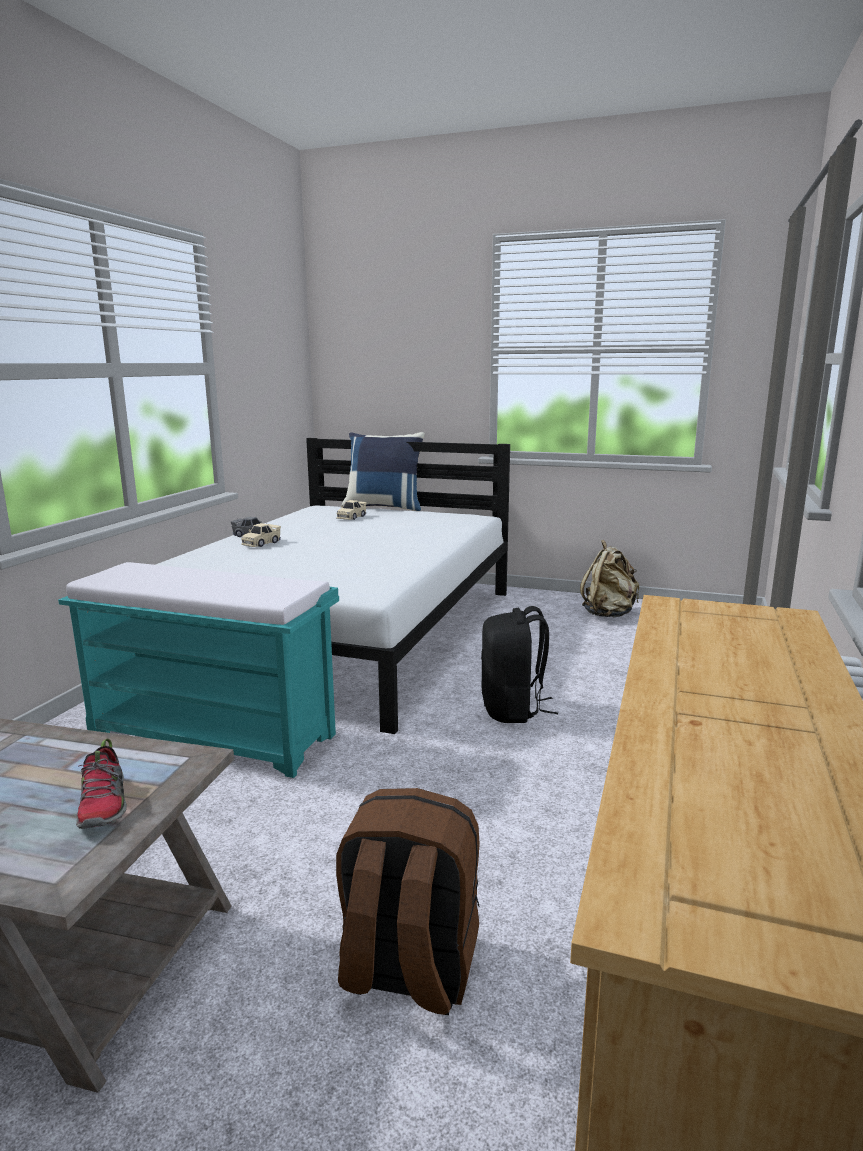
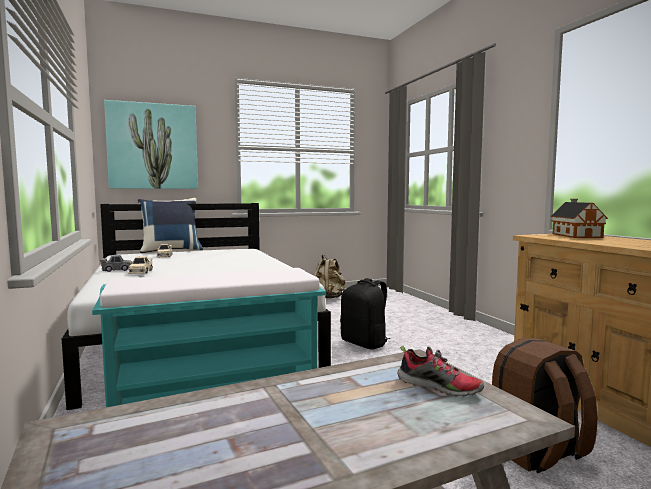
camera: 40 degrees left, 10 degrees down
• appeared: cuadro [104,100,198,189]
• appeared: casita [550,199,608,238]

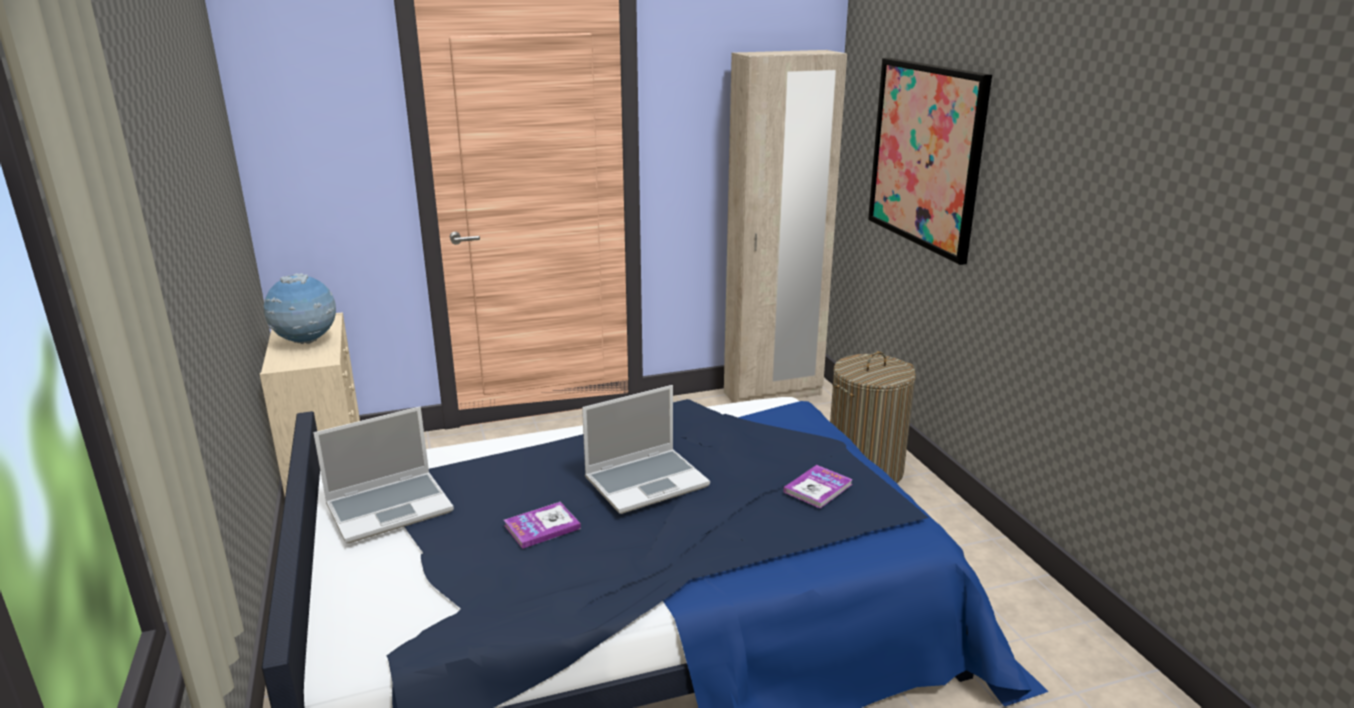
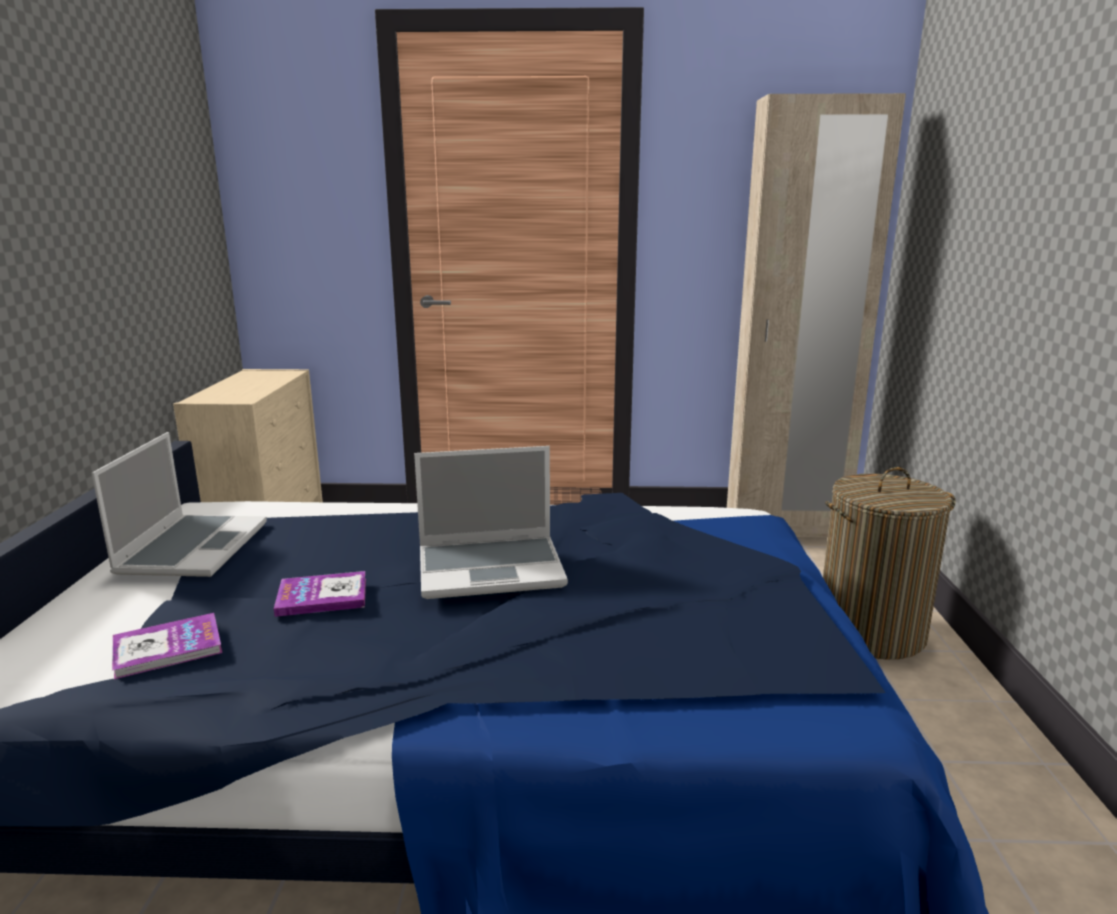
camera: 20 degrees right, 5 degrees down
• missing: globo terráqueo [264,273,336,344]
• spun: portátil [313,407,454,543] = [92,432,267,577] 75 degrees counterclockwise
• relocated: libro [784,465,853,508] to [112,613,222,679]
• missing: cuadro [868,58,992,265]

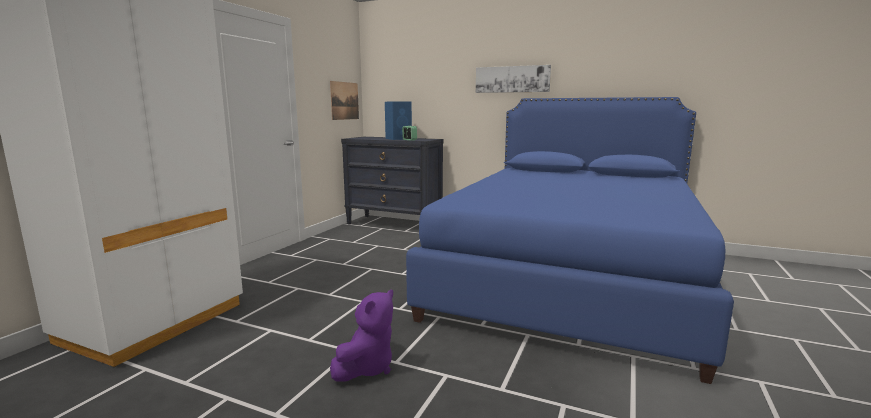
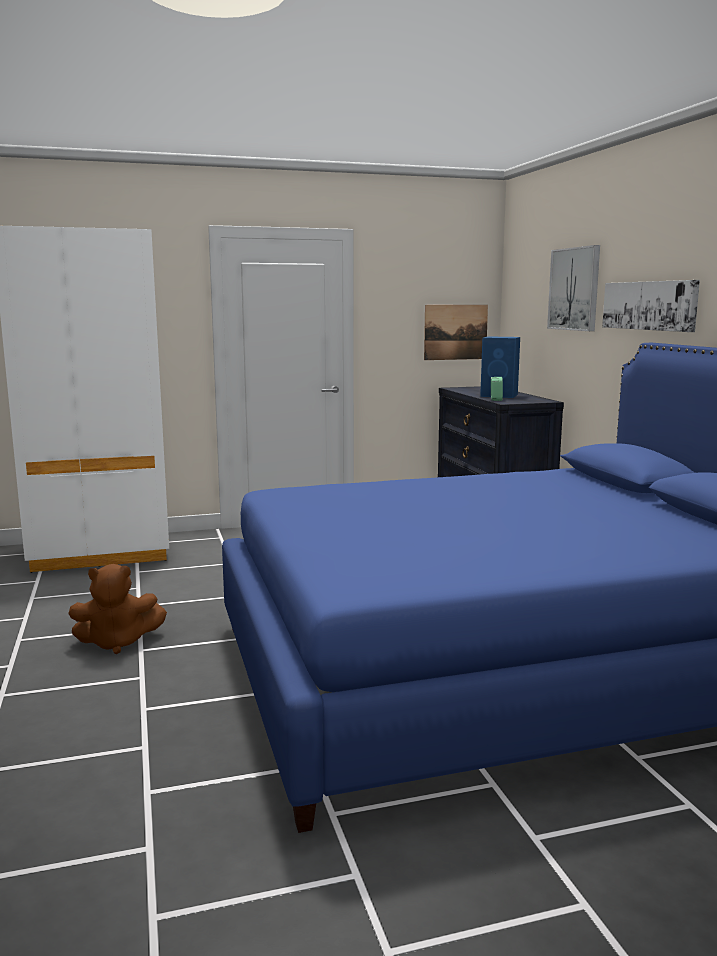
camera: 50 degrees right, 0 degrees up
• colour: peluche [morado] [330,289,393,382] to peluche [marrón] [68,564,167,654]
• appeared: cuadro [547,245,600,331]

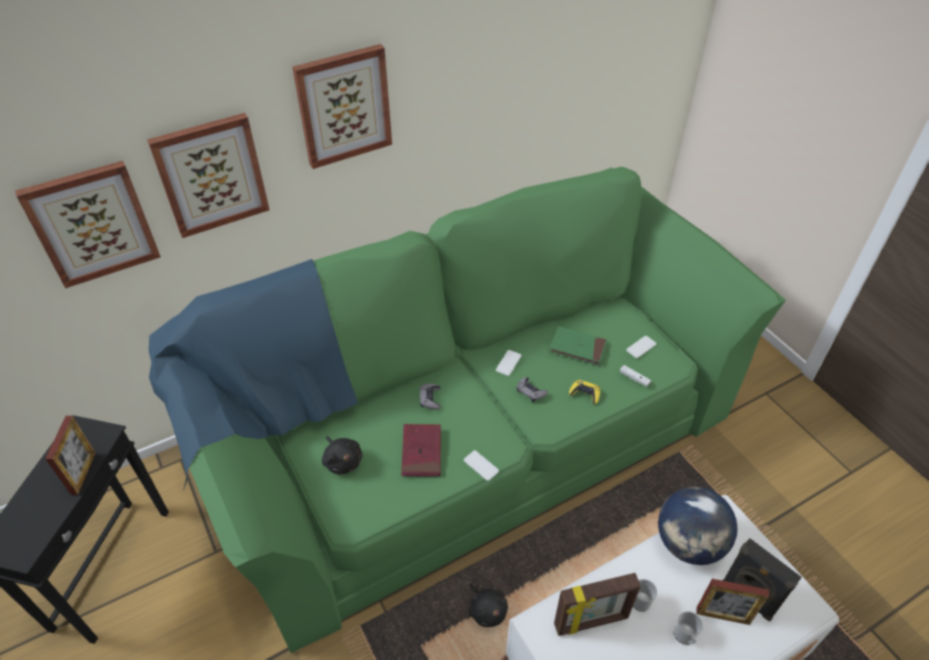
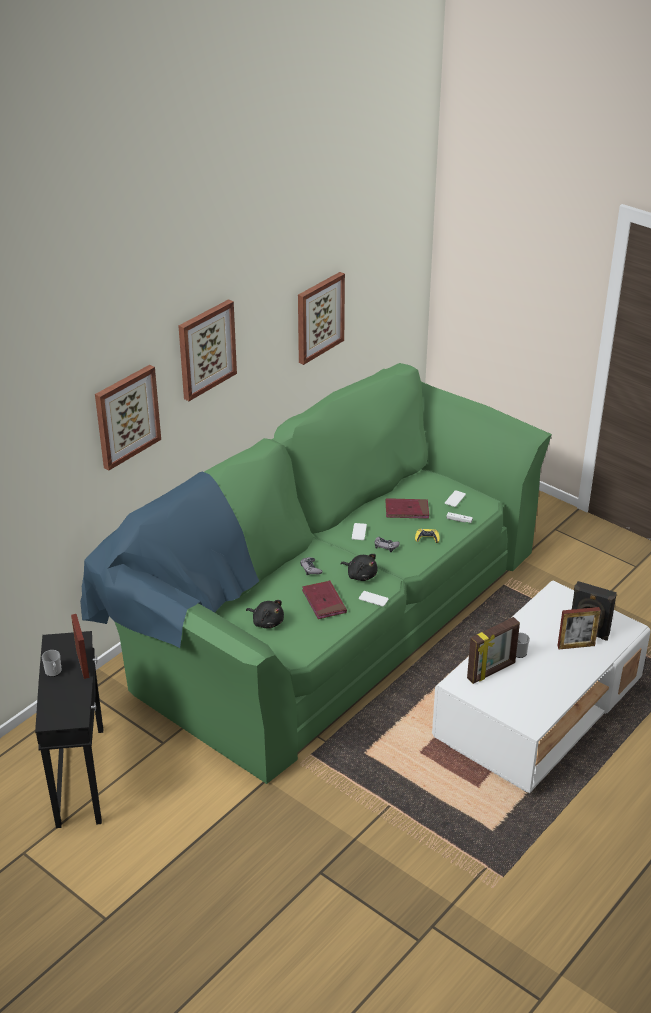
camera: 20 degrees left, 10 degrees down
• relocated: cuadro [15,161,161,288] to [298,272,345,365]
• relocated: peluche [negro] [469,584,508,627] to [341,554,378,581]
• colour: libro [verde] [549,326,607,366] to libro [rojo] [385,498,429,519]
• missing: globo terráqueo [658,487,737,565]
• relocated: taza grande [674,611,703,645] to [42,650,62,677]

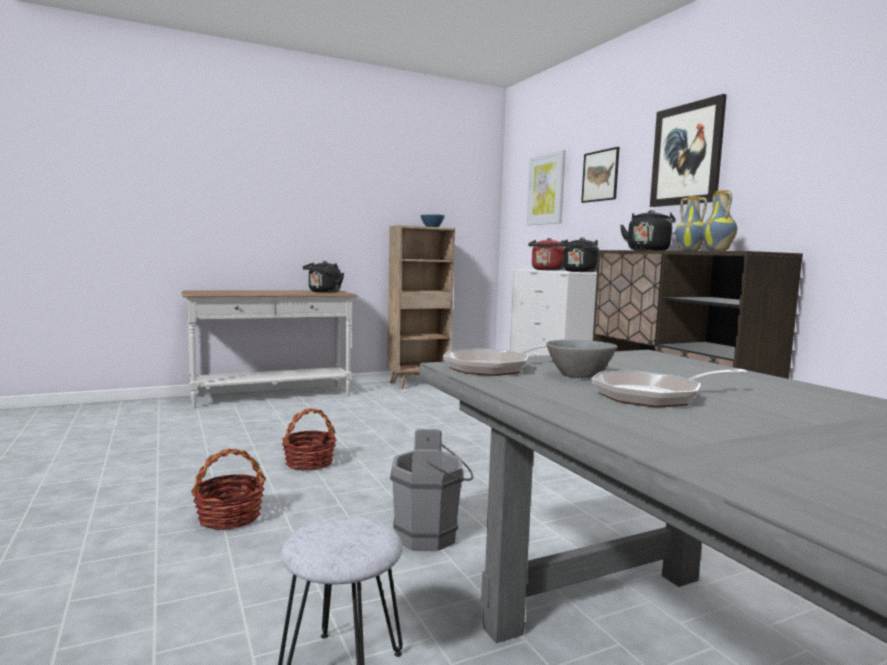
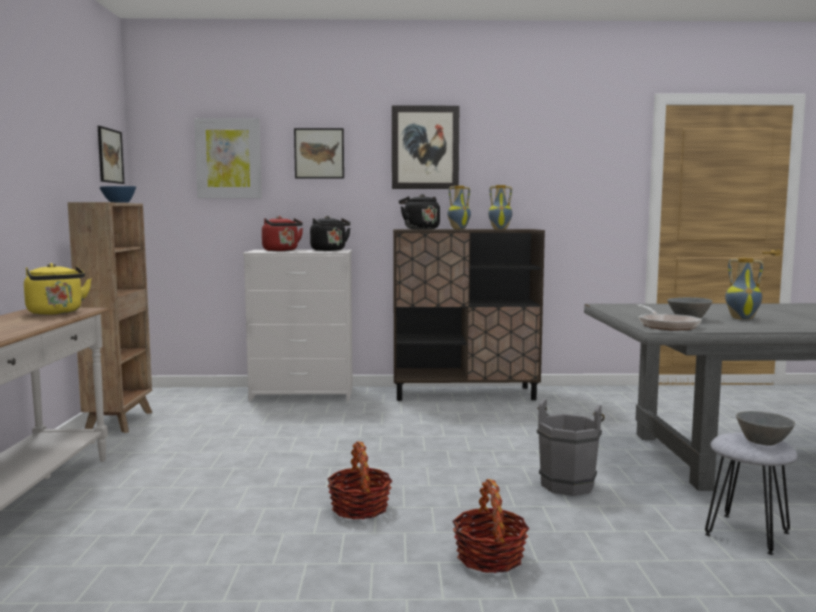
camera: 65 degrees left, 0 degrees up
• colour: hervidor [negro] [303,261,344,293] to hervidor [amarillo] [24,263,92,315]
• exchanged: sartén [591,369,748,408] to florero [725,258,764,320]
• appeared: cuadro [98,126,124,184]
• appeared: cuenco [gris] [736,411,795,446]

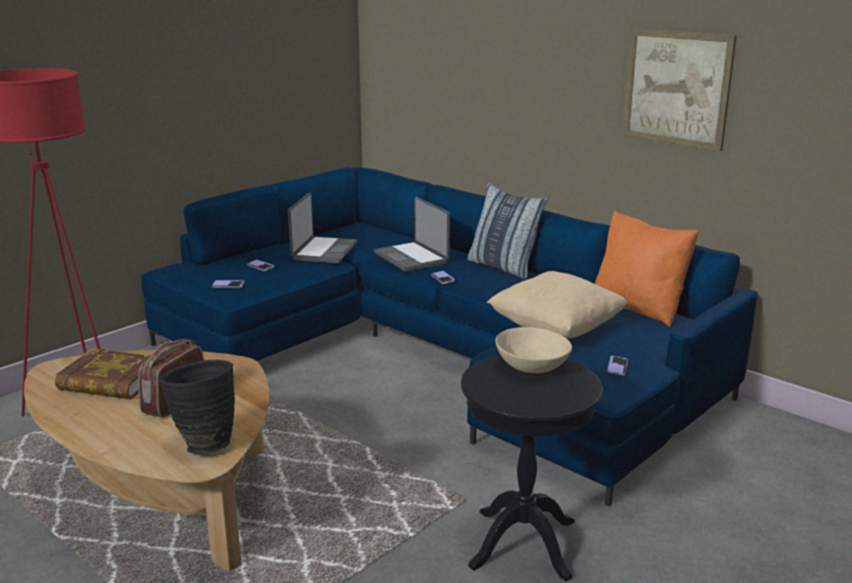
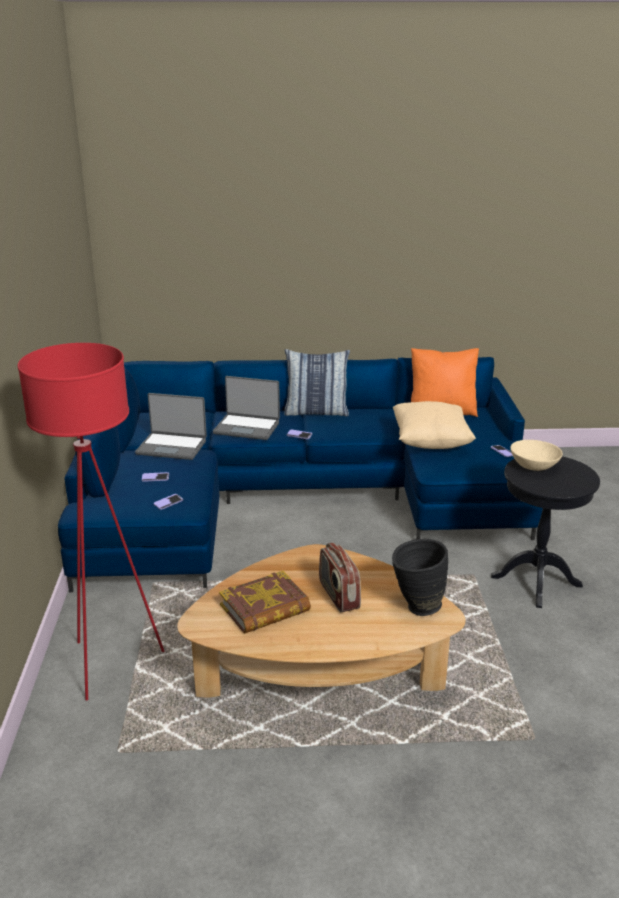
camera: 45 degrees left, 5 degrees up
• spun: portátil [288,192,357,263] = [135,393,207,460] 135 degrees clockwise
• missing: cuadro [623,28,737,151]

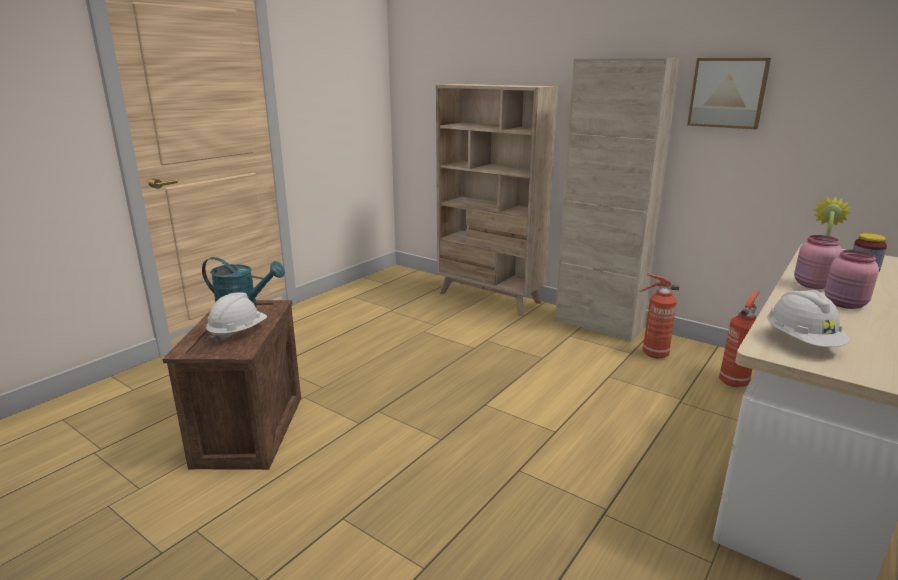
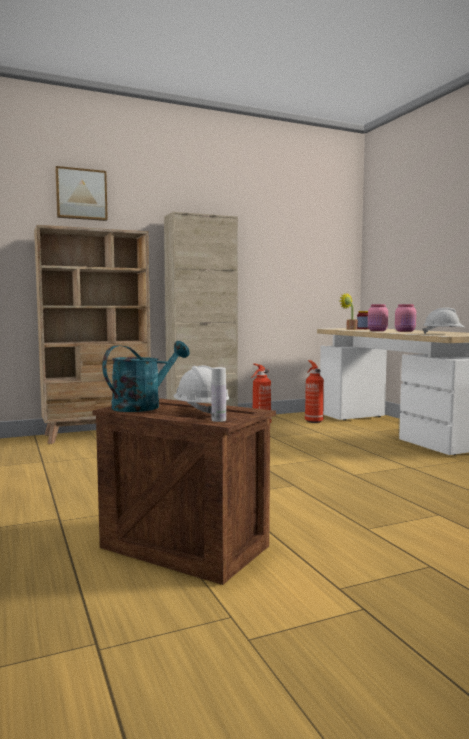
camera: 60 degrees left, 15 degrees down
• relocated: cuadro [687,58,771,129] to [55,166,108,221]
• appeared: botella [blanco] [211,367,226,422]

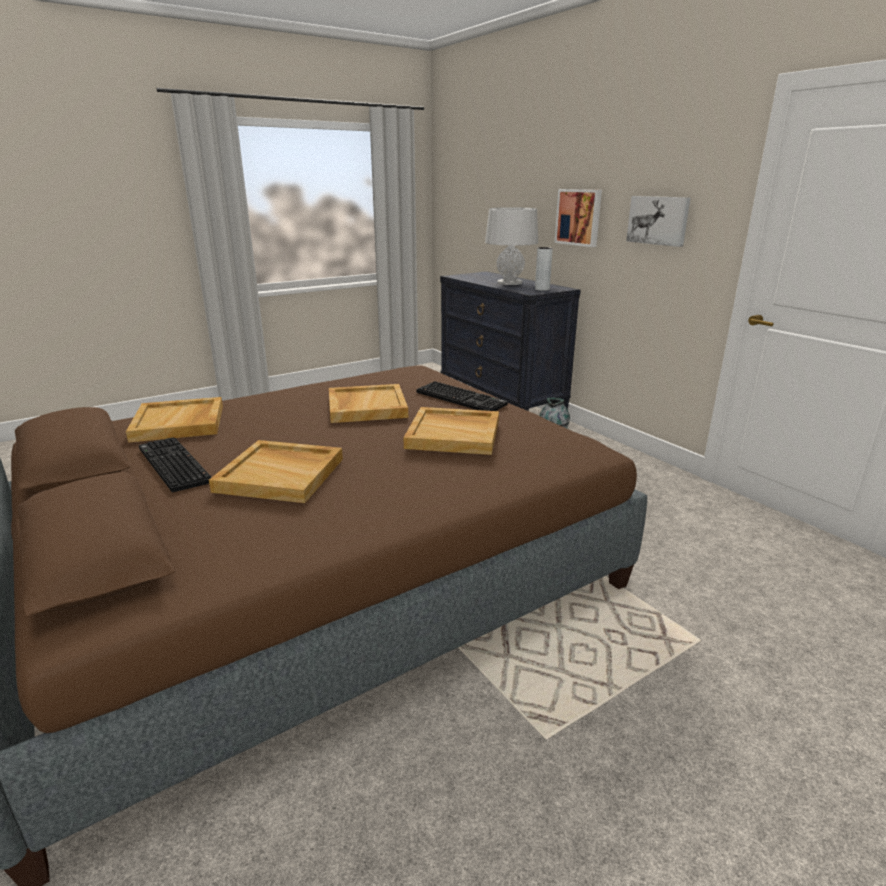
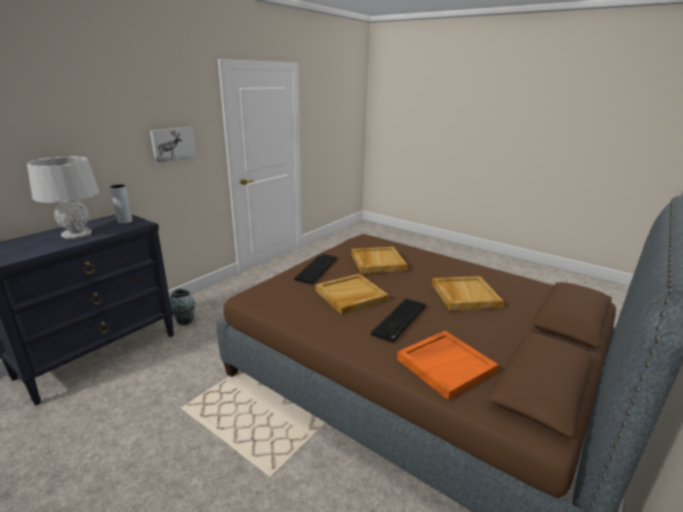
camera: 110 degrees left, 0 degrees up
• colour: bandeja [beis] [126,397,223,443] to bandeja [naranja] [397,331,498,400]
• relocated: teclado [139,437,212,492] to [371,299,426,342]
• missing: cuadro [554,189,602,247]

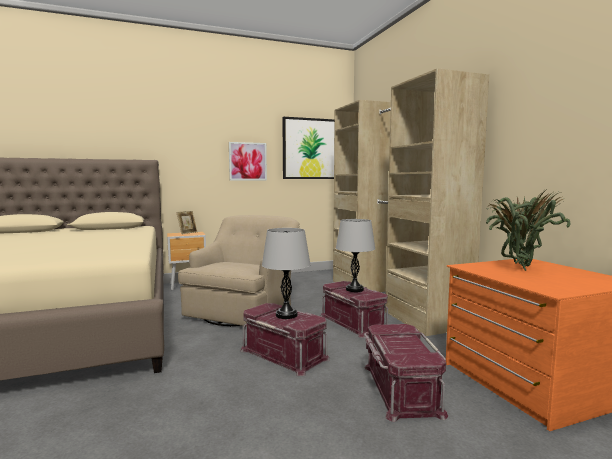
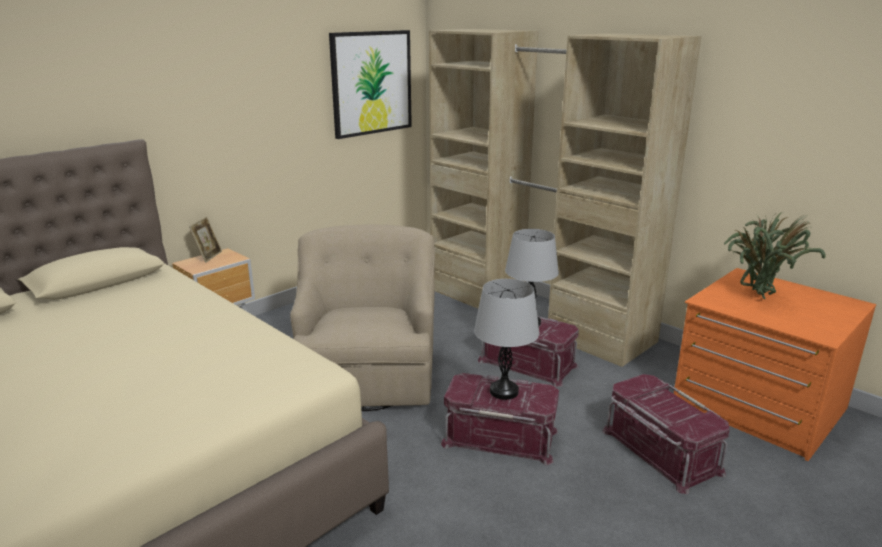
camera: 25 degrees left, 15 degrees up
• missing: cuadro [229,142,267,180]

